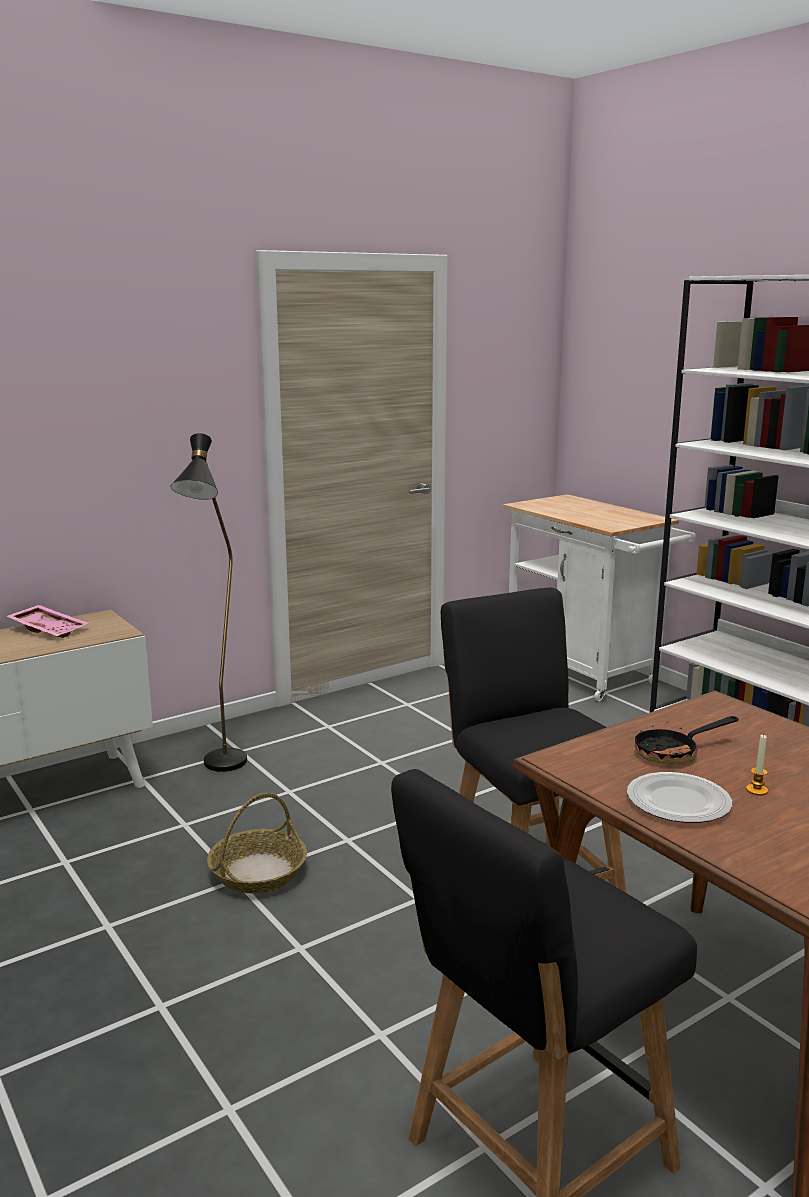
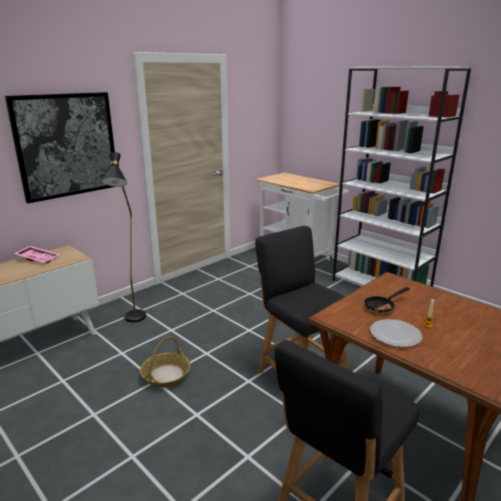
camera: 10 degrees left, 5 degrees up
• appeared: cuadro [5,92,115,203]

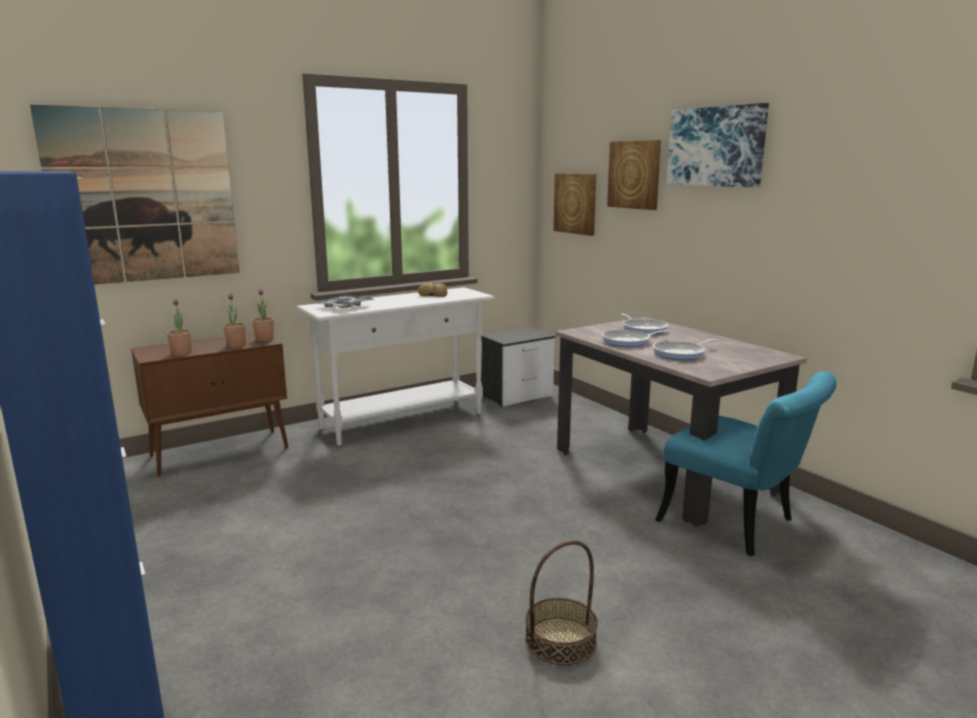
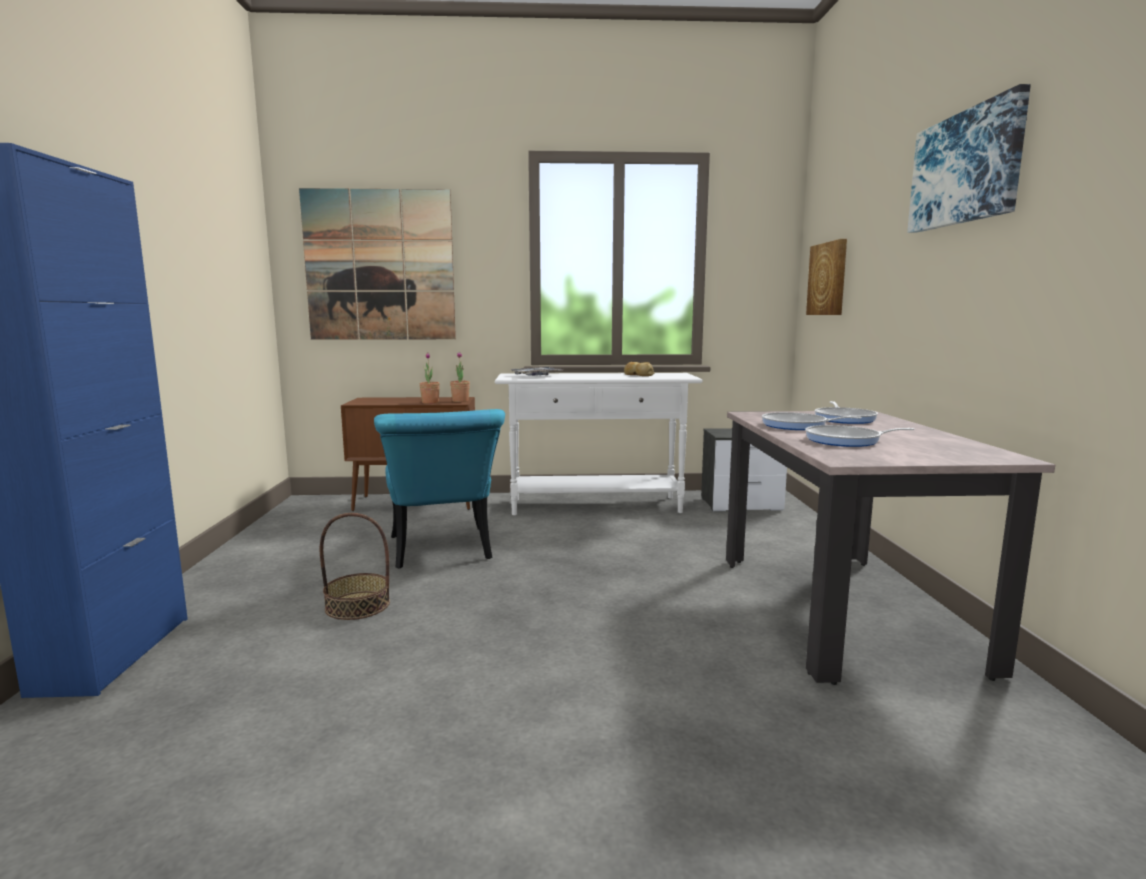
camera: 30 degrees right, 5 degrees down
• missing: planta en maceta [167,299,191,356]
• relocated: cesta [525,540,598,666] to [320,513,390,620]
• missing: cuadro [607,140,661,210]
• relocated: silla [turquesa] [655,371,837,556] to [374,409,505,569]

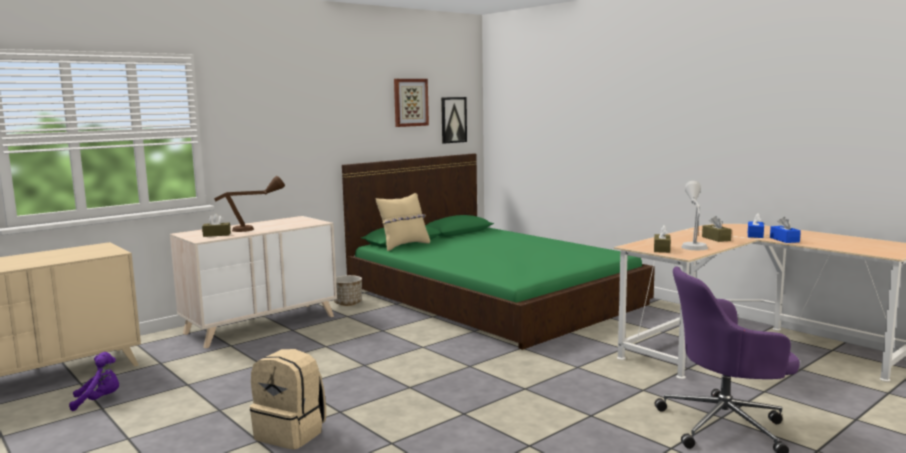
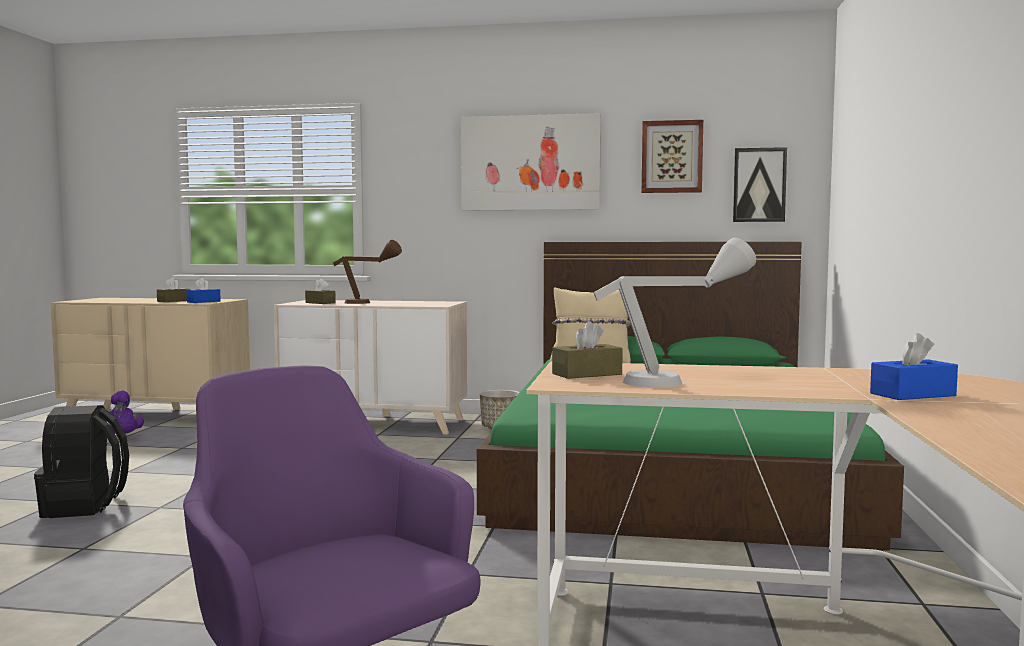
camera: 50 degrees right, 5 degrees down
• colour: mochila [beis] [250,349,326,450] to mochila [negro] [34,405,129,518]
• relocated: caja de pañuelos [marrón] [702,216,732,242] to [157,277,190,302]
• relocated: caja de pañuelos [azul] [770,217,801,243] to [186,278,221,303]
• appeared: cuadro [461,113,601,210]

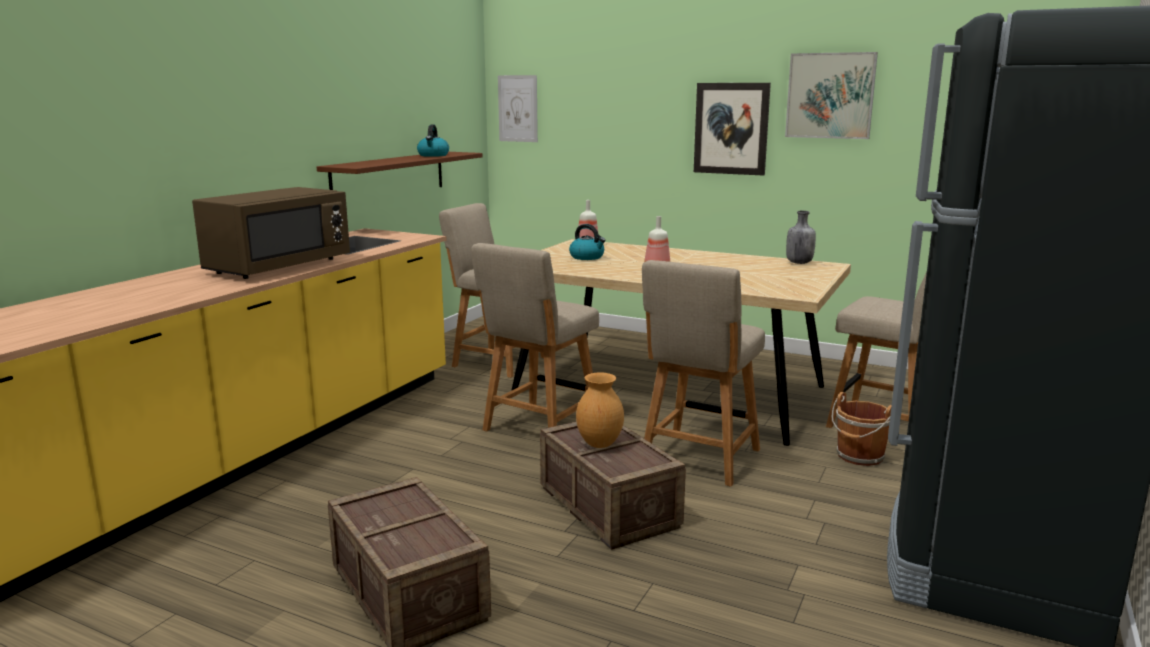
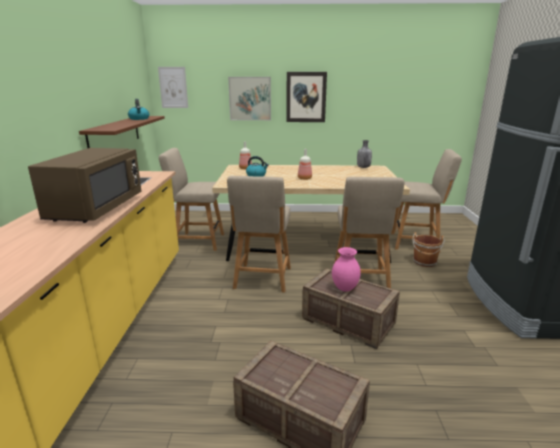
camera: 25 degrees left, 5 degrees up
• colour: florero [marrón] [576,372,624,448] to florero [rosa] [332,247,361,291]
• relocated: cuadro [785,52,878,139] to [228,77,271,120]

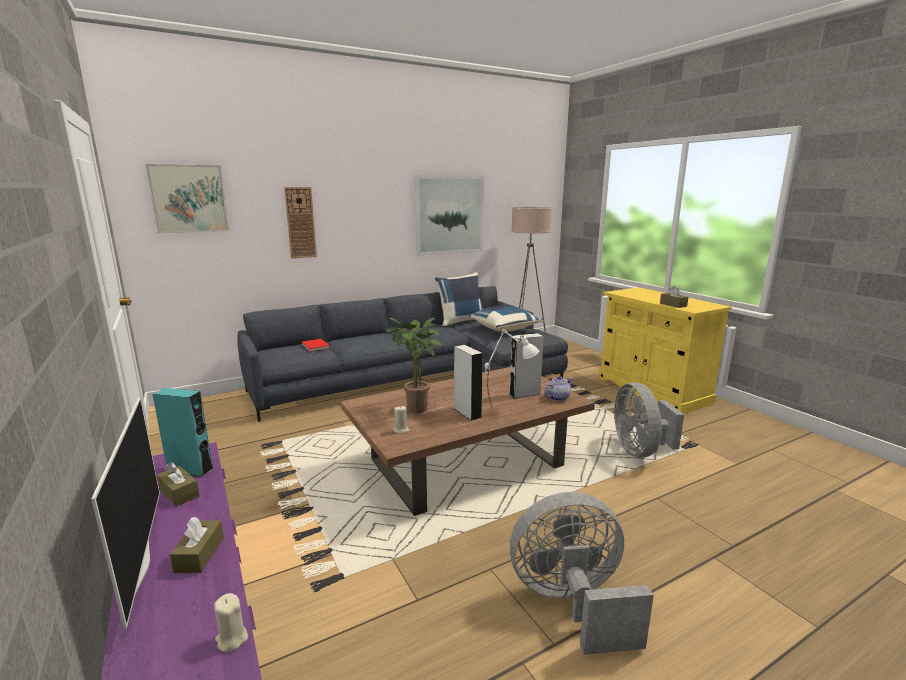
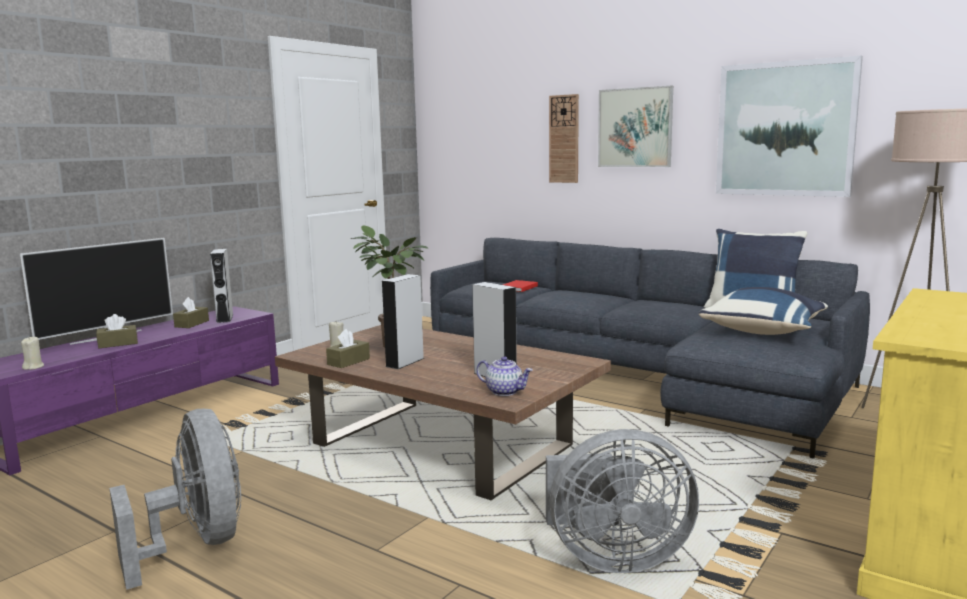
camera: 65 degrees right, 5 degrees down
• relocated: cuadro [146,164,229,234] to [598,86,673,167]
• colour: altavoz [turquesa] [152,388,214,477] to altavoz [gris] [210,249,233,323]
• missing: lámpara de mesa [blanco] [485,329,539,409]
• spun: ventilador [gris] [614,382,684,458] = [546,429,699,573] 150 degrees counterclockwise
• relocated: caja de pañuelos [marrón] [660,286,688,308] to [326,329,370,368]

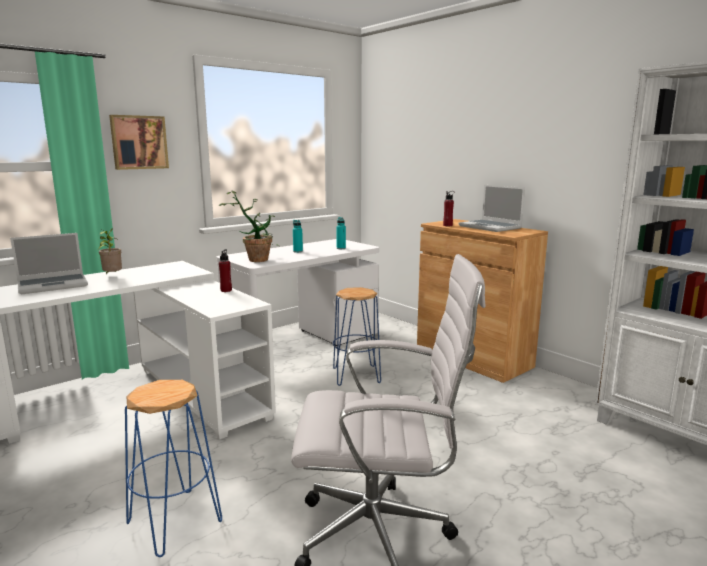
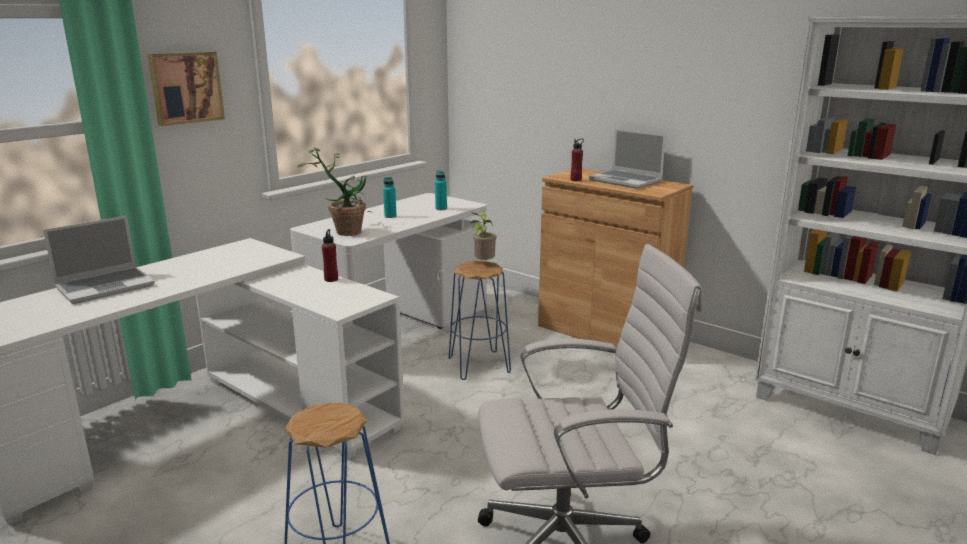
camera: 10 degrees left, 5 degrees up
• relocated: planta en maceta [98,229,122,274] to [471,211,496,260]

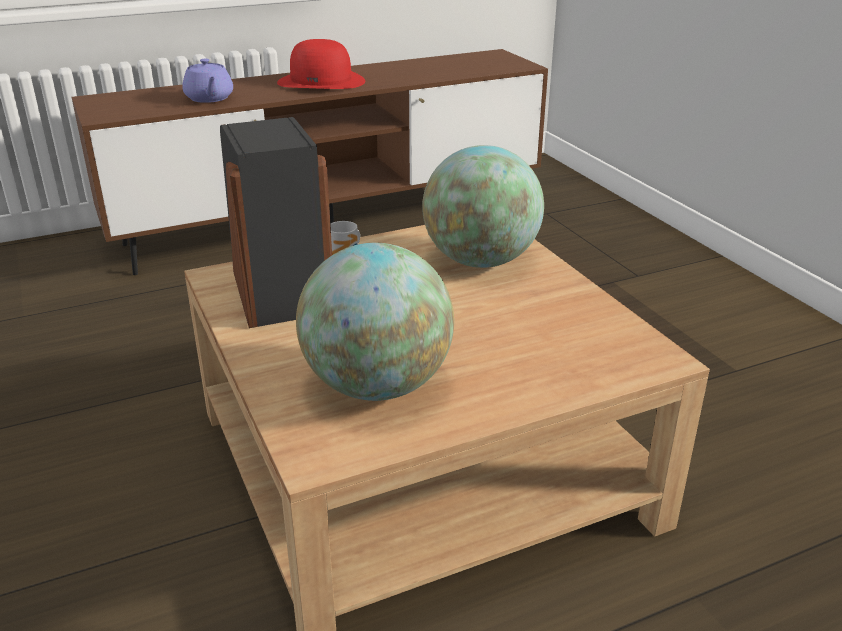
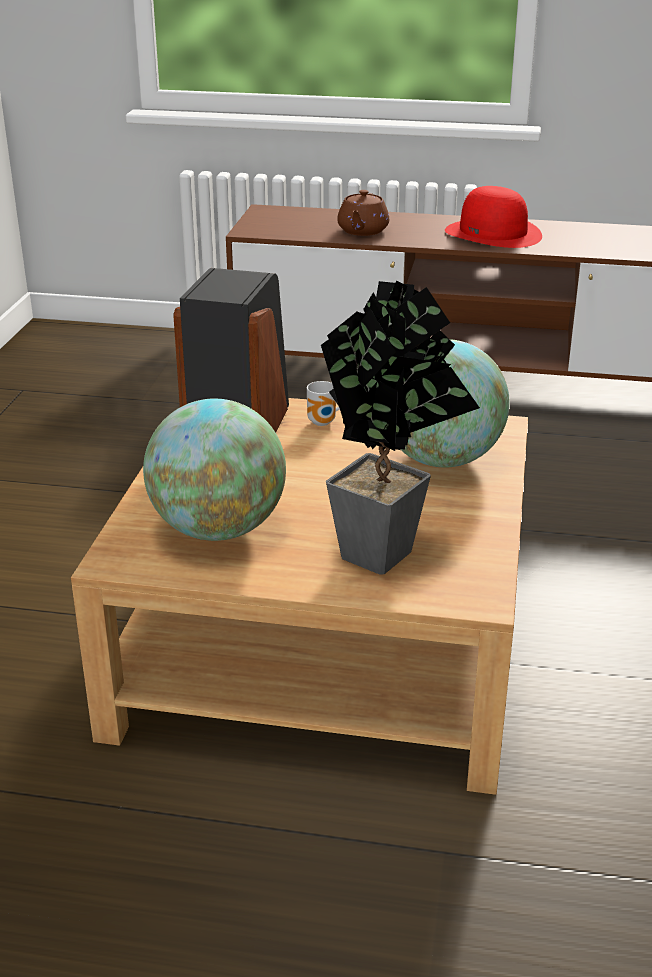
camera: 35 degrees right, 0 degrees up
• colour: tetera [morado] [182,59,233,103] to tetera [marrón] [337,190,389,236]
• appeared: planta en maceta [321,280,480,575]

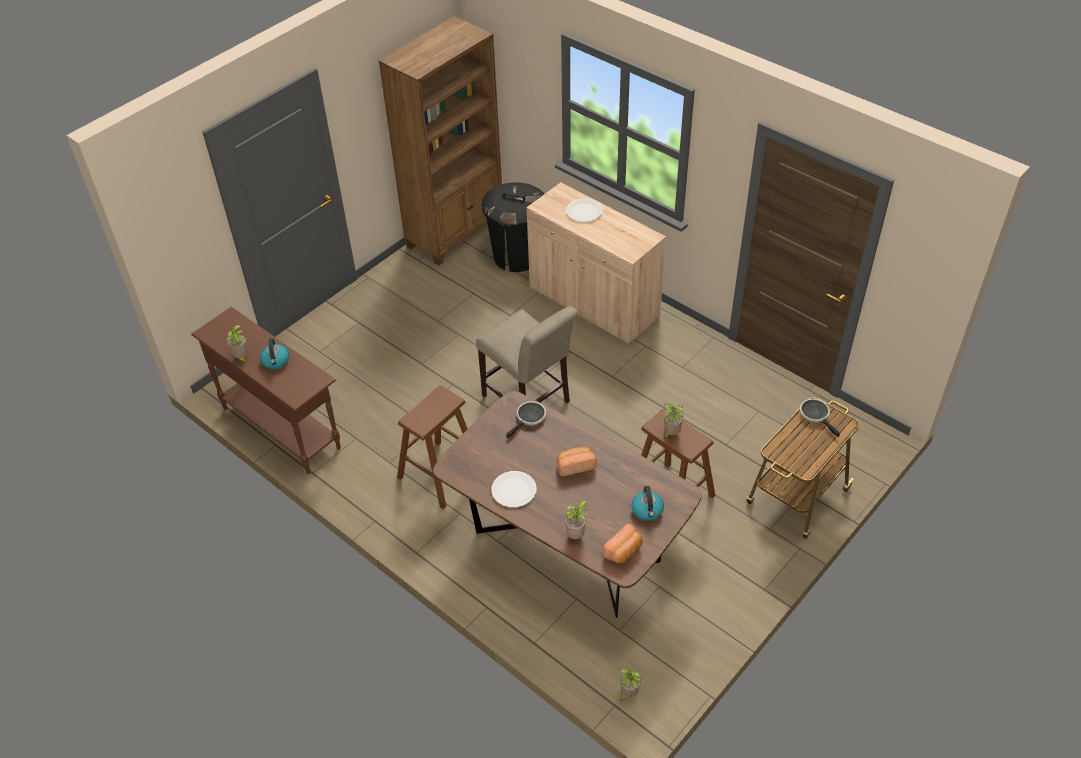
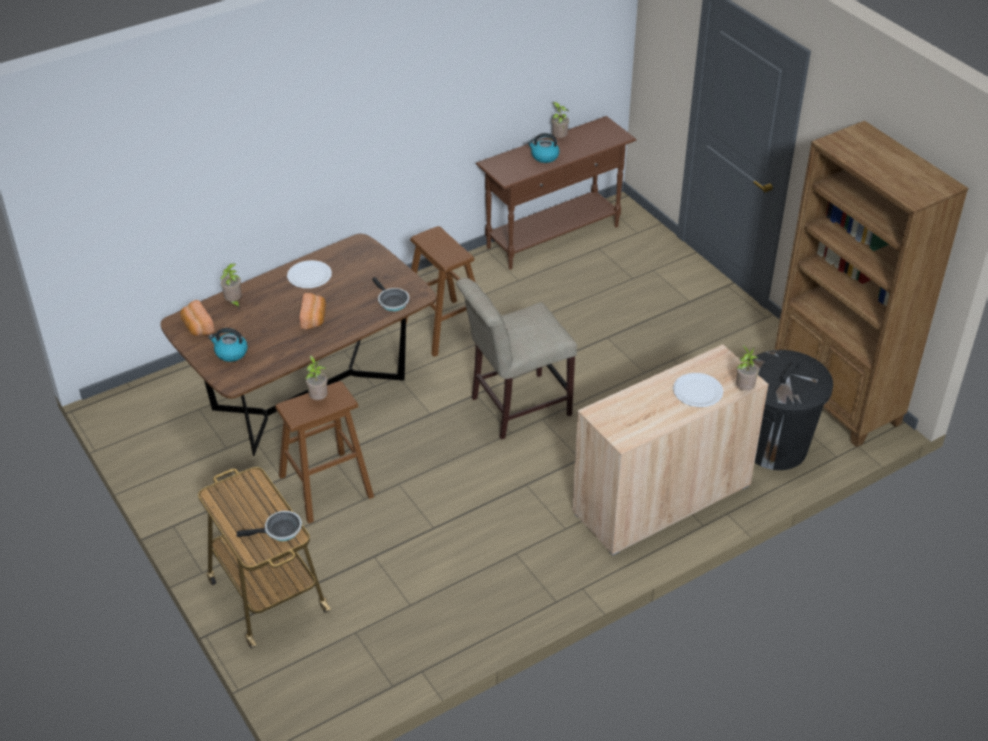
camera: 105 degrees right, 5 degrees down
• relocated: planta en maceta [619,669,641,701] to [736,345,759,390]

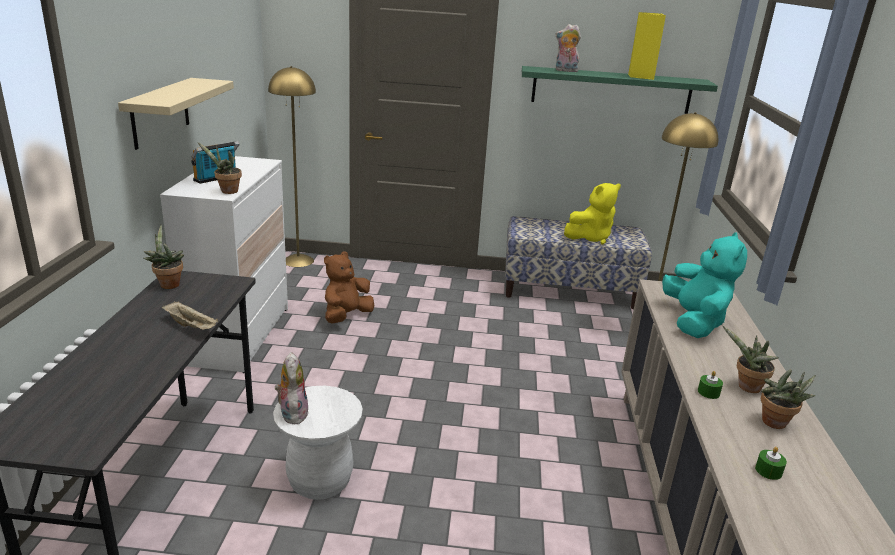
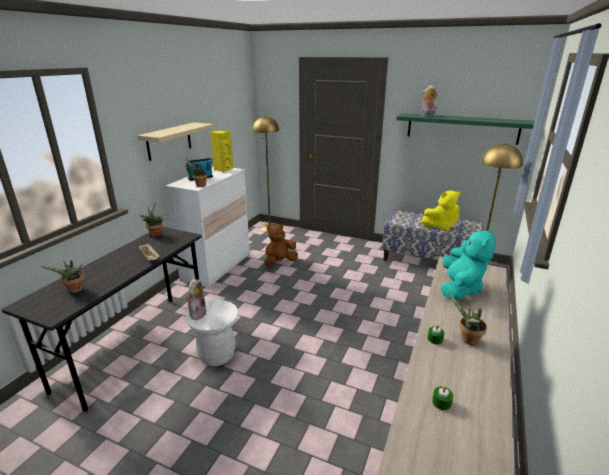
camera: 20 degrees right, 0 degrees up
• relocated: altavoz [amarillo] [628,12,666,80] to [210,130,233,173]
• relocated: planta en maceta [761,369,816,429] to [40,260,85,293]

